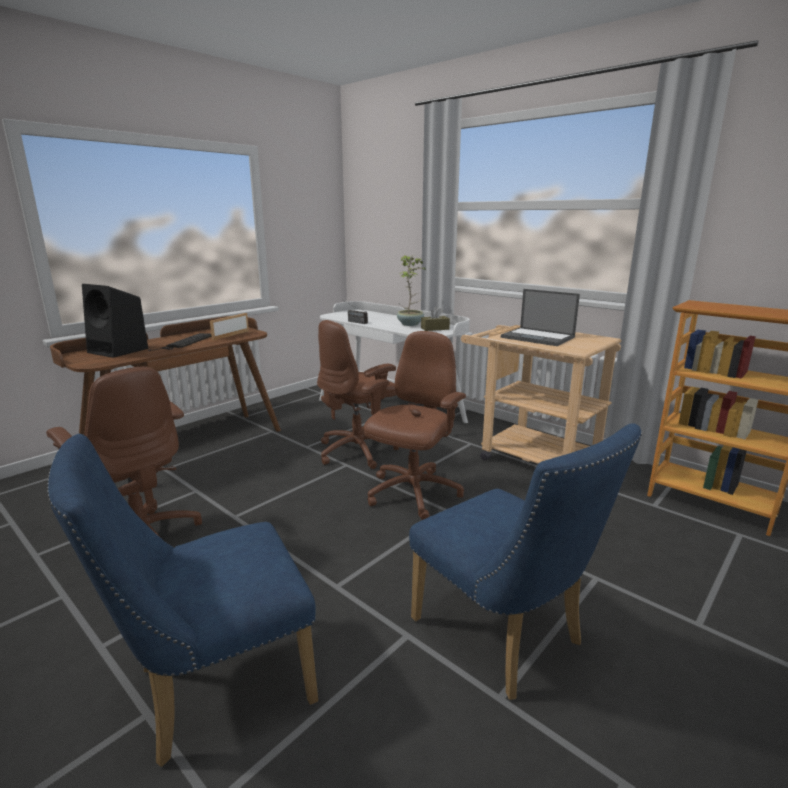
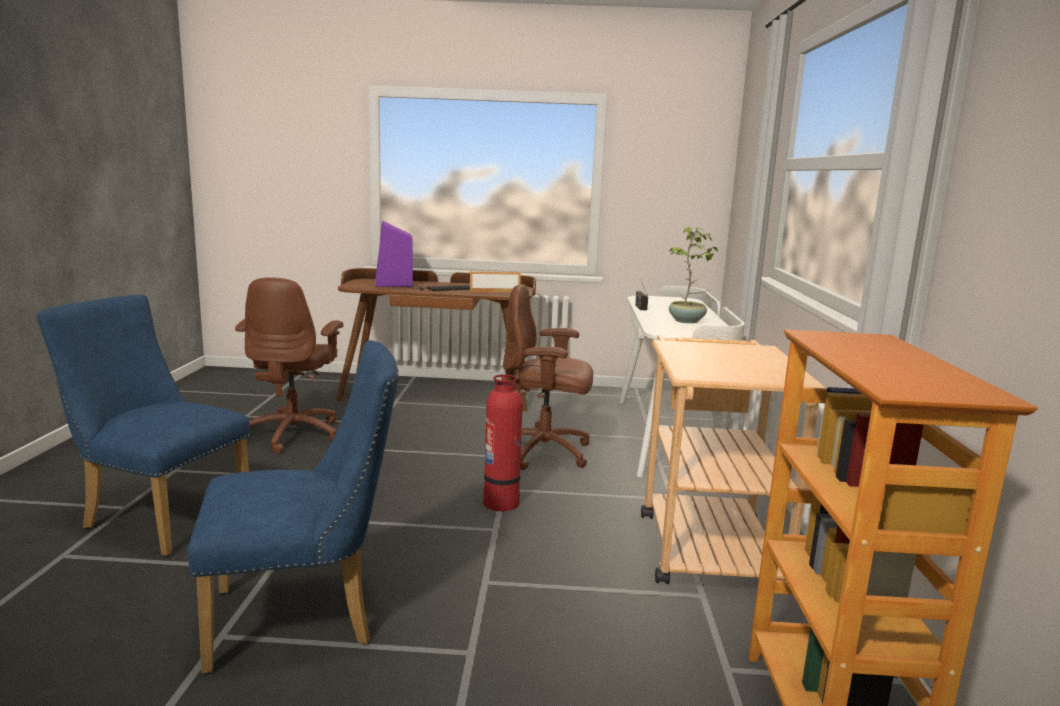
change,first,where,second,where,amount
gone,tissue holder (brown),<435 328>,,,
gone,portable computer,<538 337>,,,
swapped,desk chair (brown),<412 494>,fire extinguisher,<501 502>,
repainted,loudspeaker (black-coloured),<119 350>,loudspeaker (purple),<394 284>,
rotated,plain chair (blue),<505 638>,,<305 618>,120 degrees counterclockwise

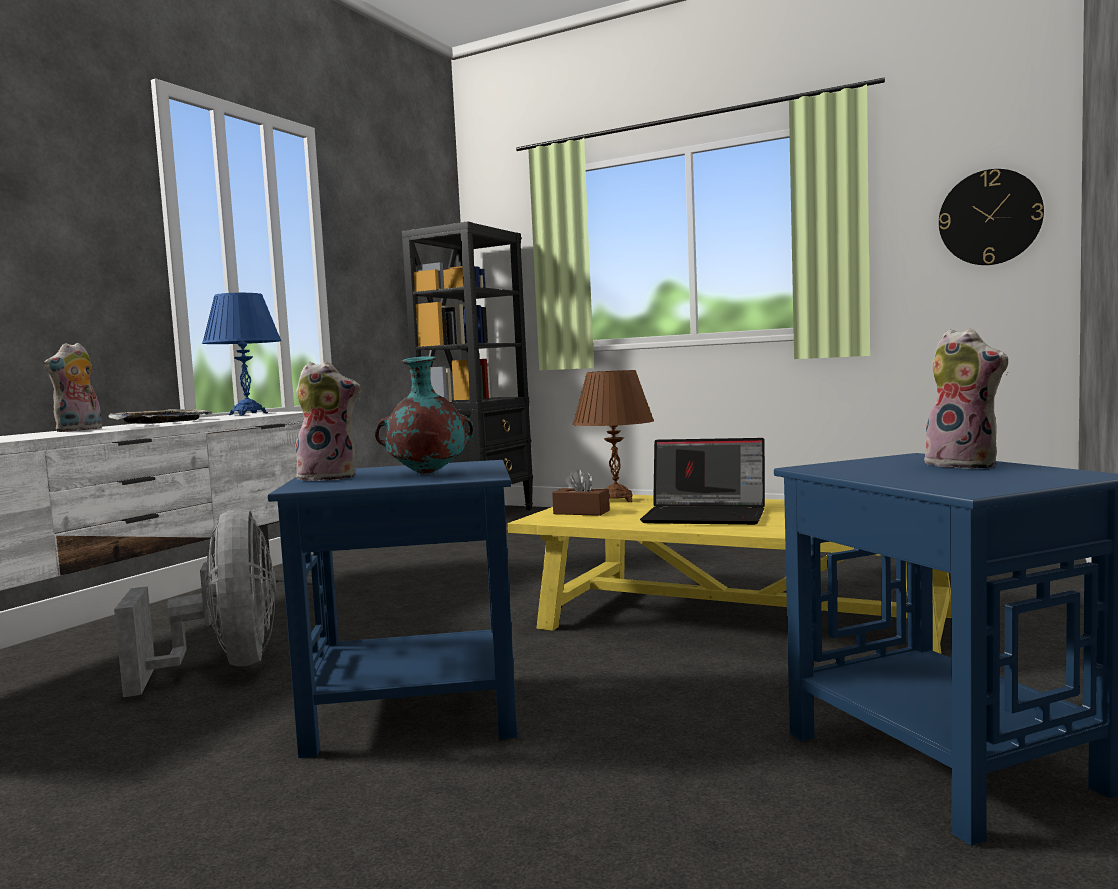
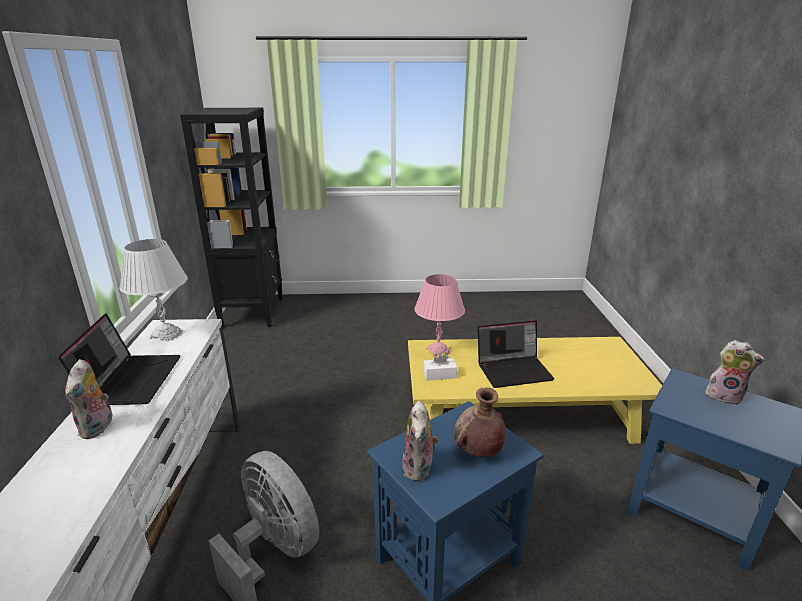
change,first,where,second,where,amount
gone,clock on the wall,<989 217>,,,
swapped,serving tray,<162 422>,portable computer,<131 379>,
repainted,table lamp (blue),<248 414>,table lamp (whitish),<166 334>,
repainted,decorative vase (blue-green),<426 474>,decorative vase (brown),<477 451>,
repainted,tissue holder (brown),<581 512>,tissue holder (whitish),<439 375>,
repainted,table lamp (brown),<616 500>,table lamp (pink),<438 351>,
rotated,soft toy,<330 477>,,<419 469>,120 degrees clockwise

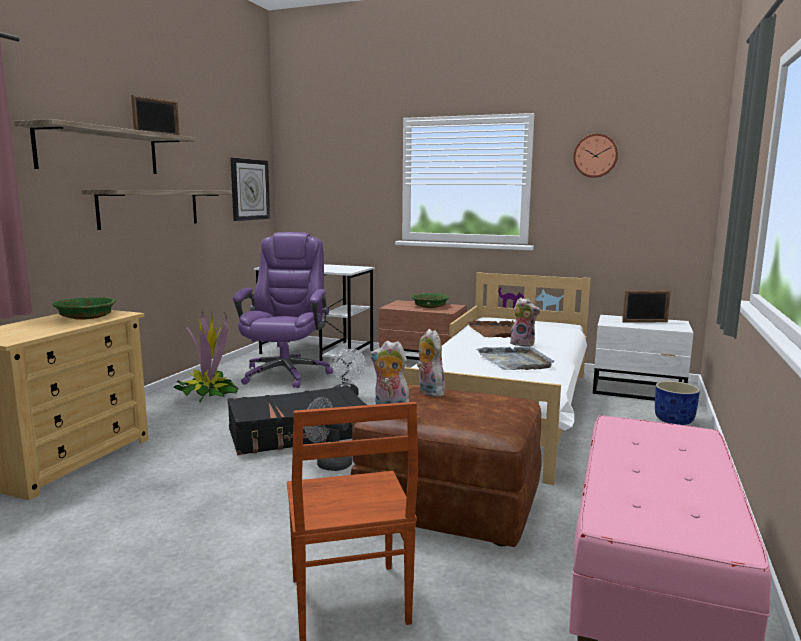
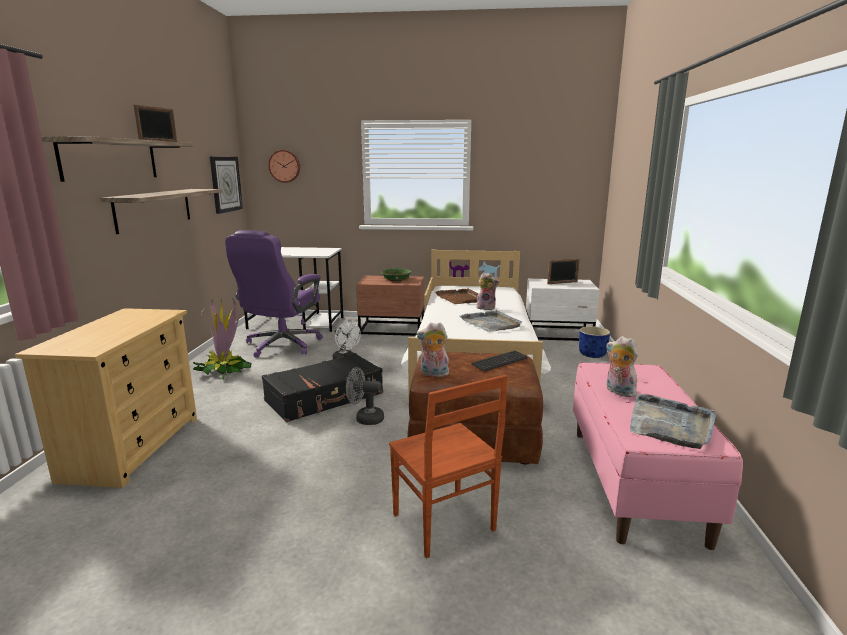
change,first,where,second,where,amount
gone,serving bowl (green-coloured),<86 317>,,,
new,,,PC keyboard,<499 362>,
new,,,serving tray (greyish),<670 424>,
shifted,soft toy,<428 392>,,<618 392>,
shifted,clock on the wall,<595 156>,,<285 166>,
rotated,desk chair (purple),<286 374>,,<282 345>,150 degrees counterclockwise

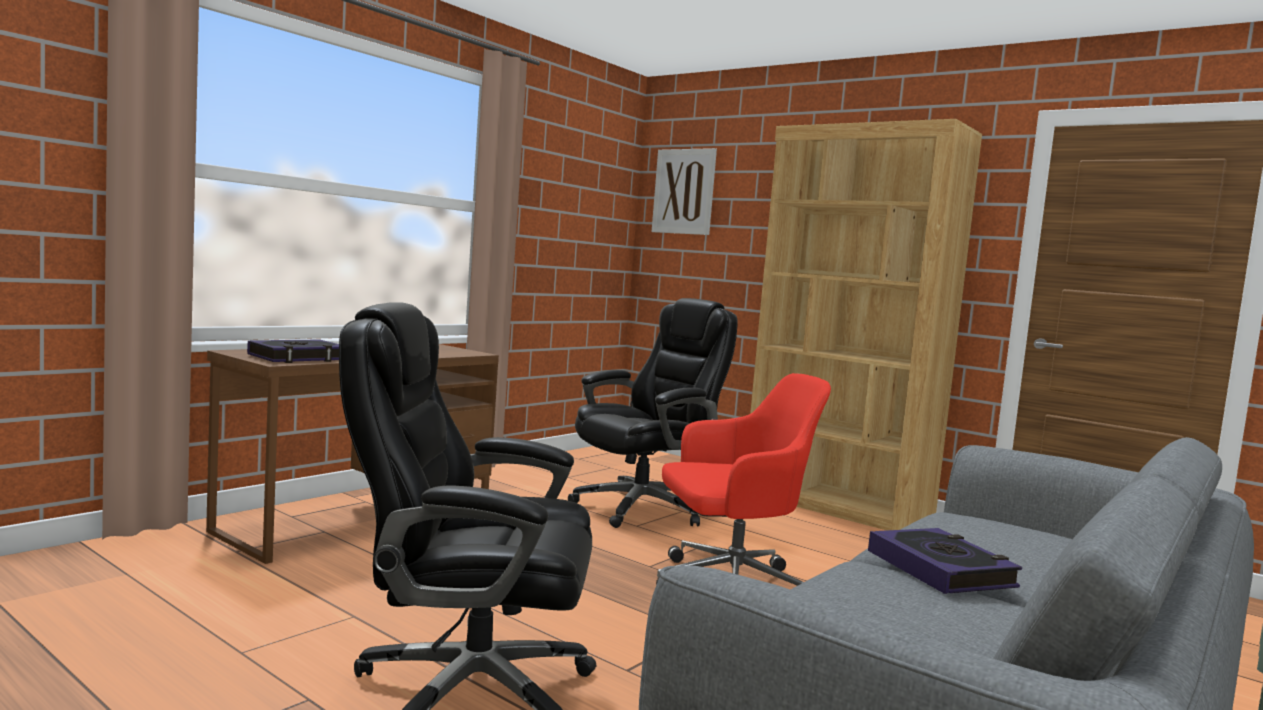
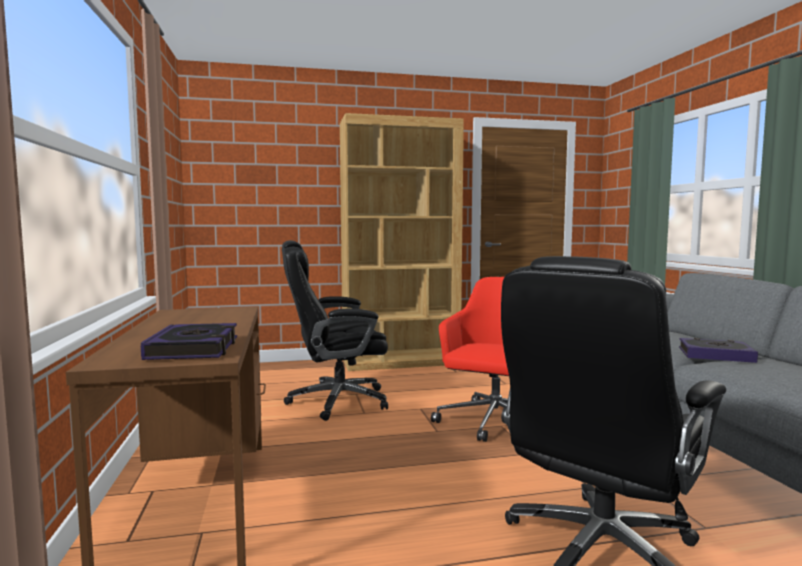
change,first,where,second,where,amount
gone,wall art,<684 191>,,,
rotated,desk chair (black-coloured),<643 508>,,<336 401>,105 degrees counterclockwise

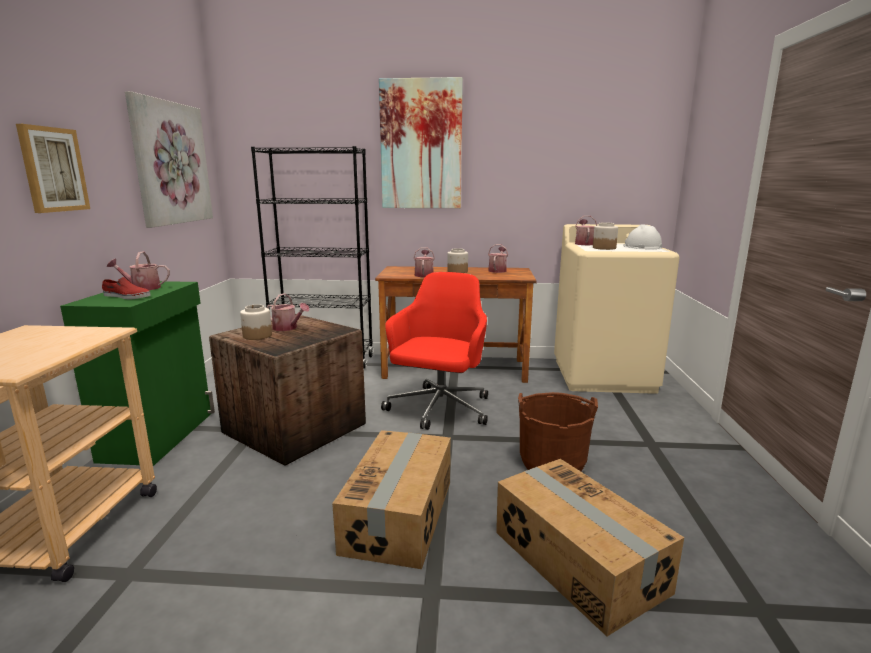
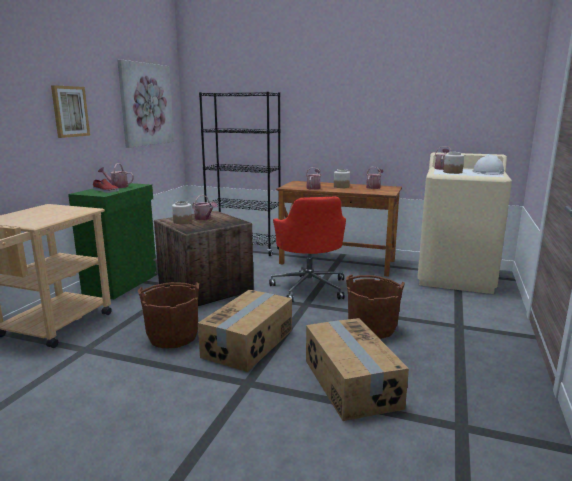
change,first,where,second,where,amount
gone,wall art,<421 145>,,,
new,,,pail (brown),<173 337>,
rotated,desk chair (red-coloured),<439 409>,,<309 287>,135 degrees clockwise

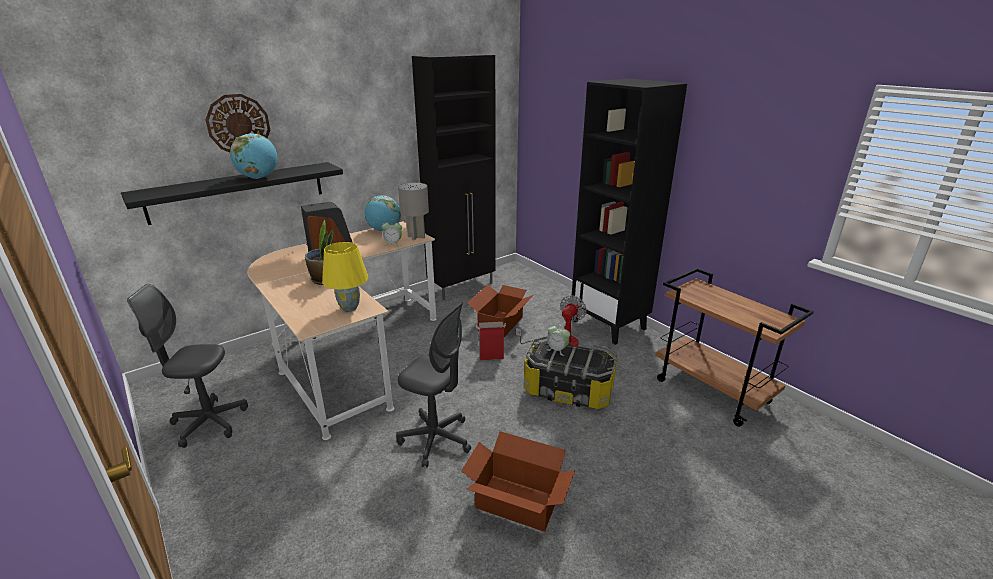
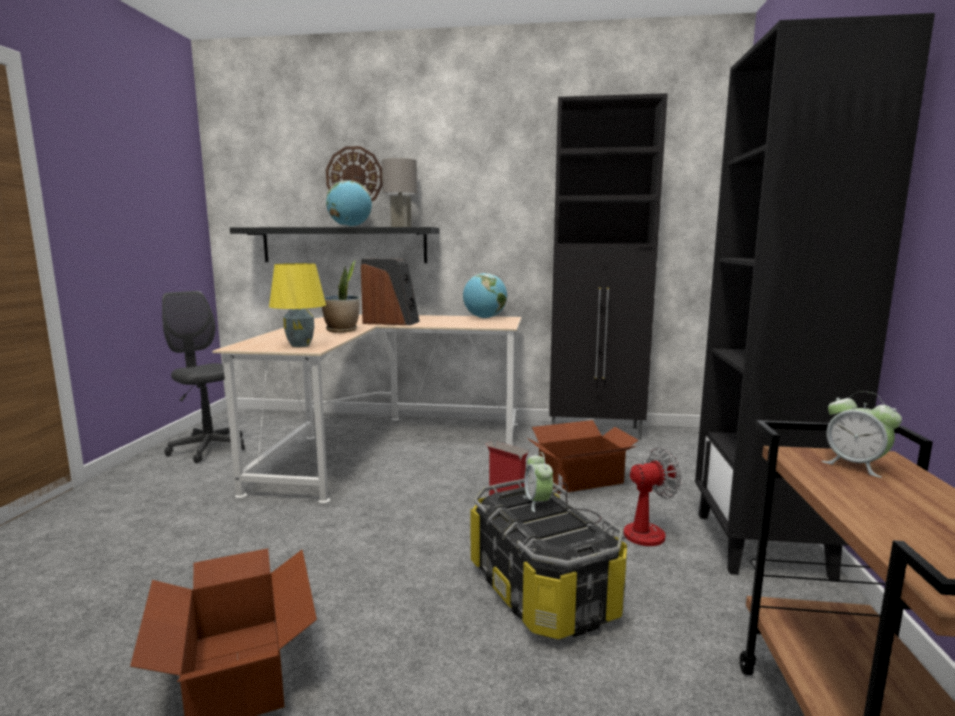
change,first,where,second,where,amount
gone,desk chair (greyish),<436 439>,,,
shifted,alarm clock,<393 244>,,<855 465>,
shifted,table lamp (greyish),<416 237>,,<401 227>,

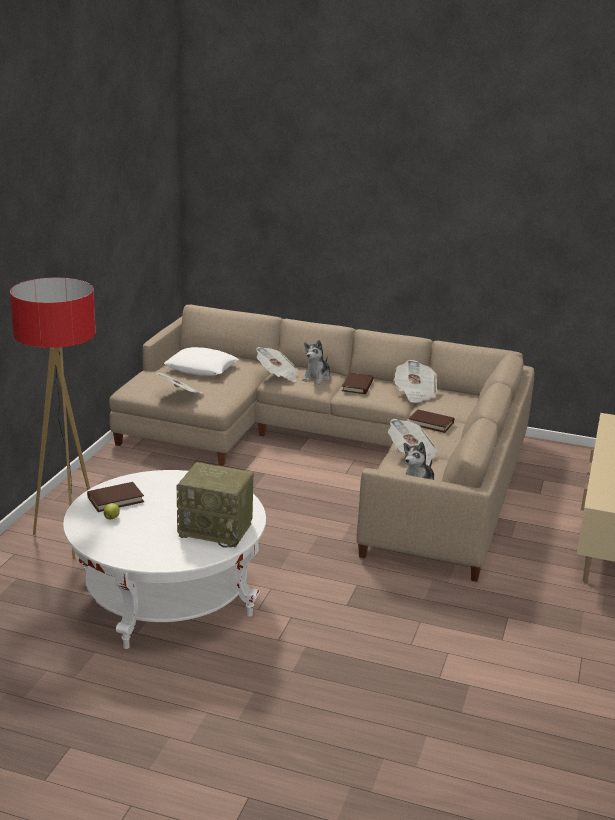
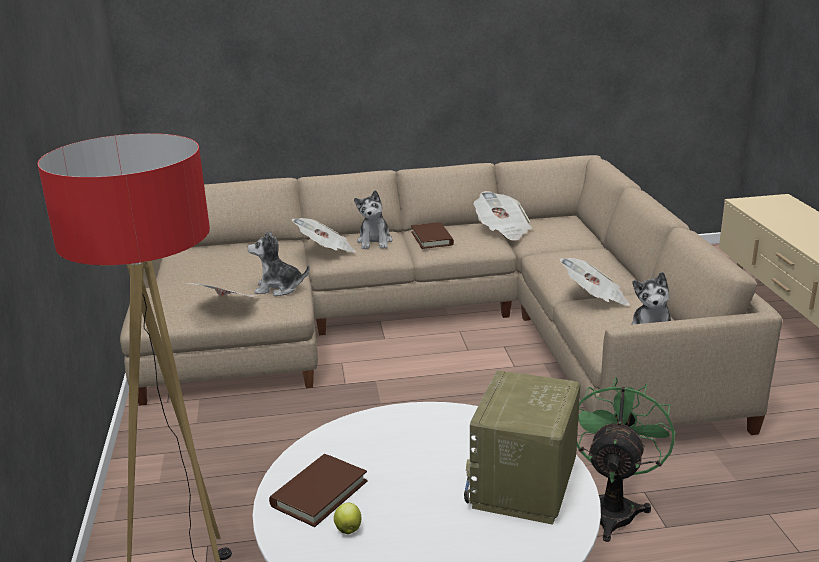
change,first,where,second,where,amount
gone,pillow (whitish),<201 368>,,,
gone,book (brown),<431 423>,,,
new,,,soft toy,<278 288>,
new,,,cooling fan (green-coloured),<614 507>,
rotated,radio,<217 529>,,<524 487>,120 degrees clockwise

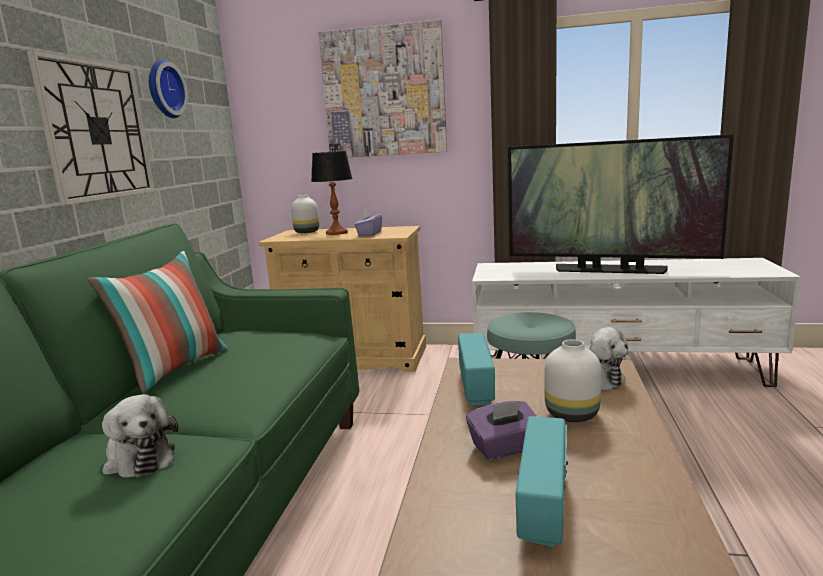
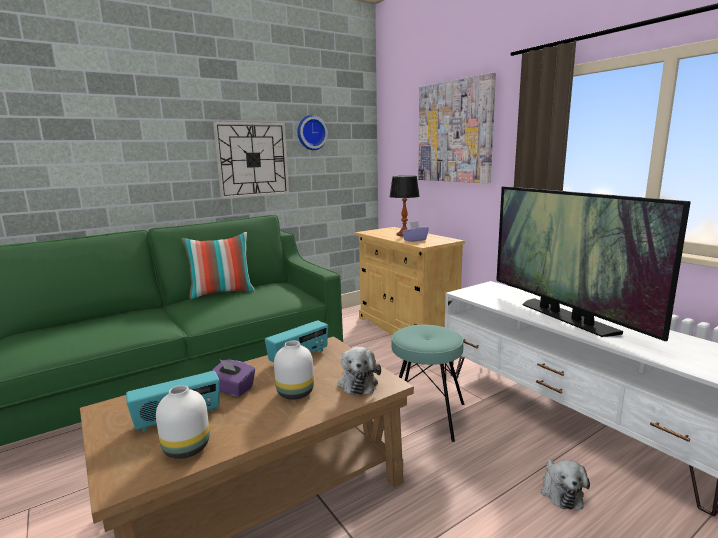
change,first,where,second,where,amount
shifted,soft toy,<139 458>,,<560 491>,
shifted,decorative vase (whitish),<307 232>,,<186 449>,

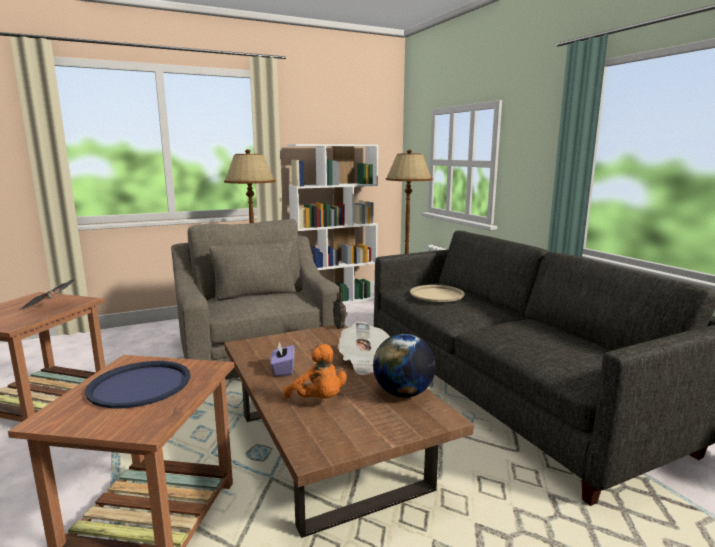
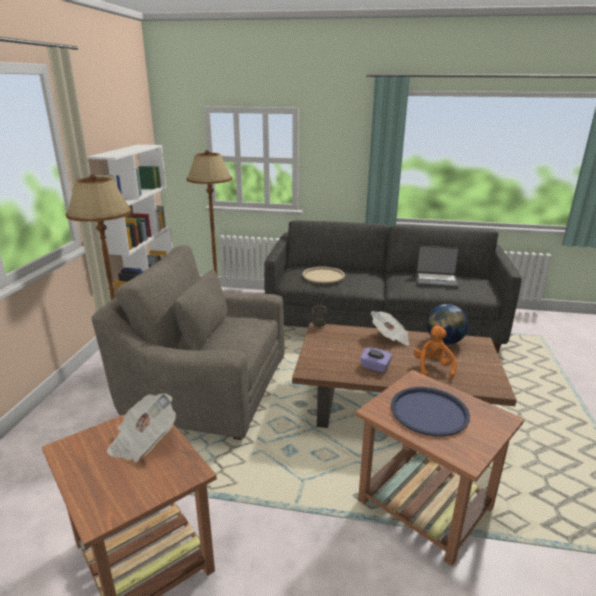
change,first,where,second,where,amount
new,,,portable computer,<436 280>,
rotated,soft toy (orange),<319 400>,,<433 368>,75 degrees counterclockwise

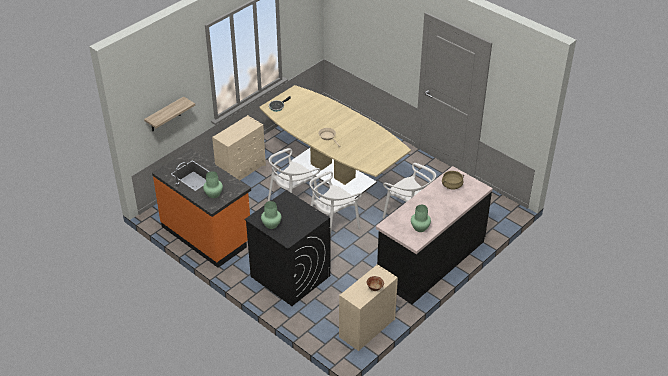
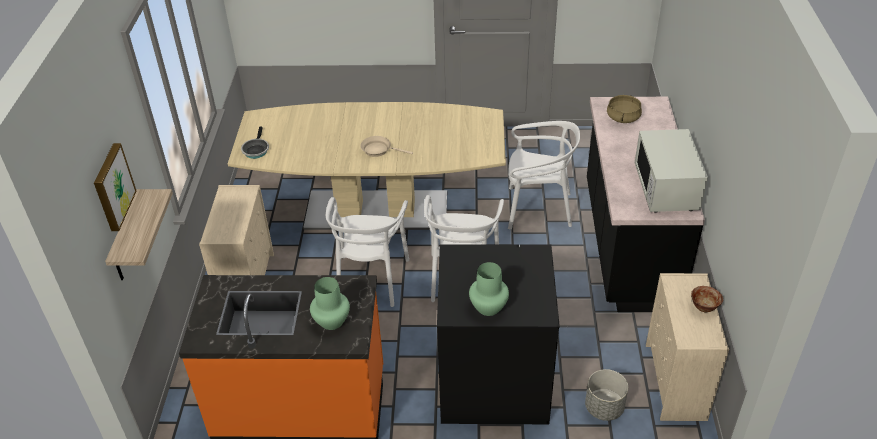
change,first,where,second,where,amount
new,,,wall art,<112 187>,
new,,,plant pot (greyish),<604 408>,
swapped,decorative vase (green-coloured),<420 228>,microwave oven (whitish),<666 189>,

